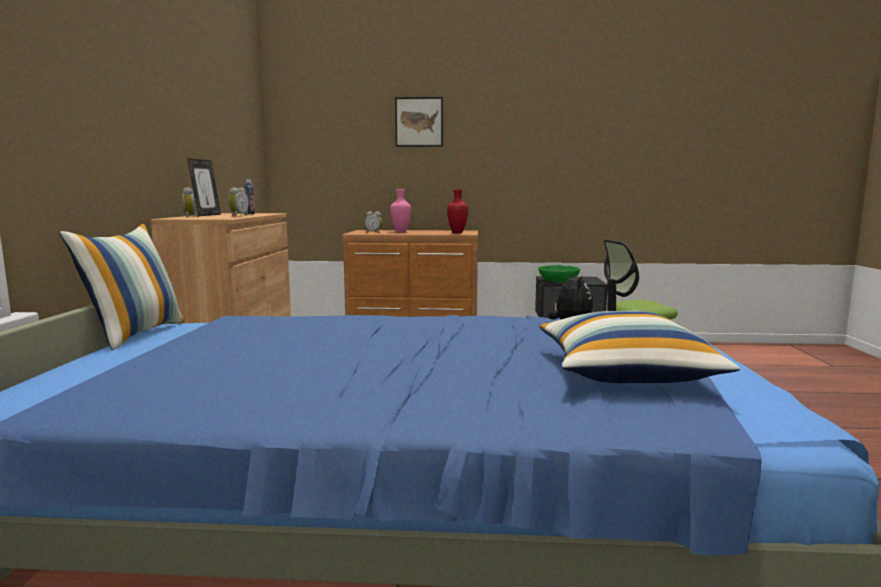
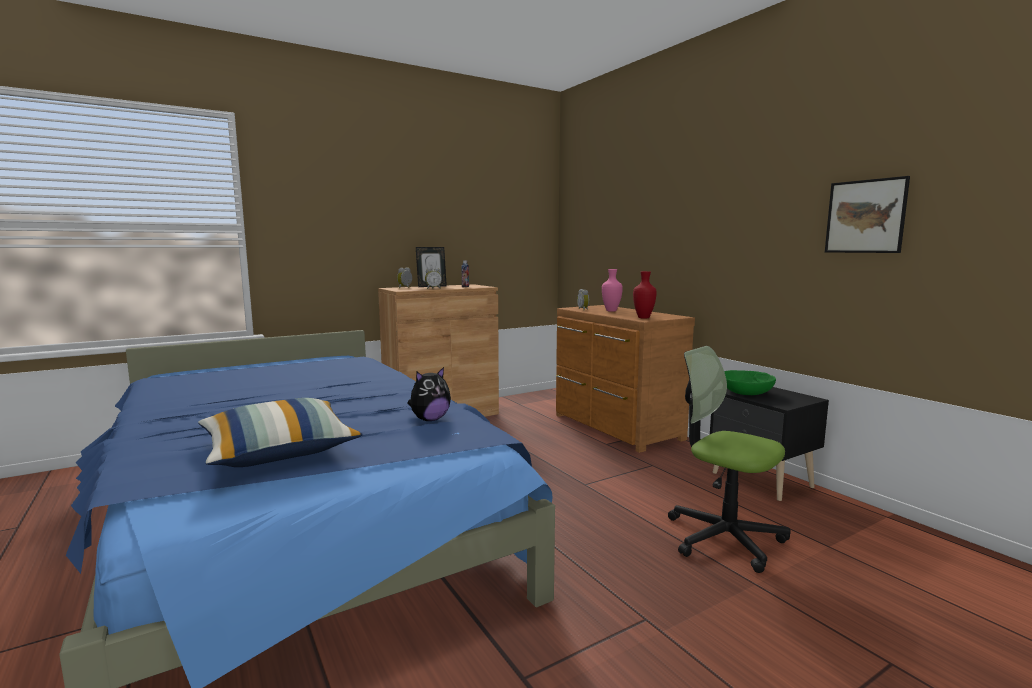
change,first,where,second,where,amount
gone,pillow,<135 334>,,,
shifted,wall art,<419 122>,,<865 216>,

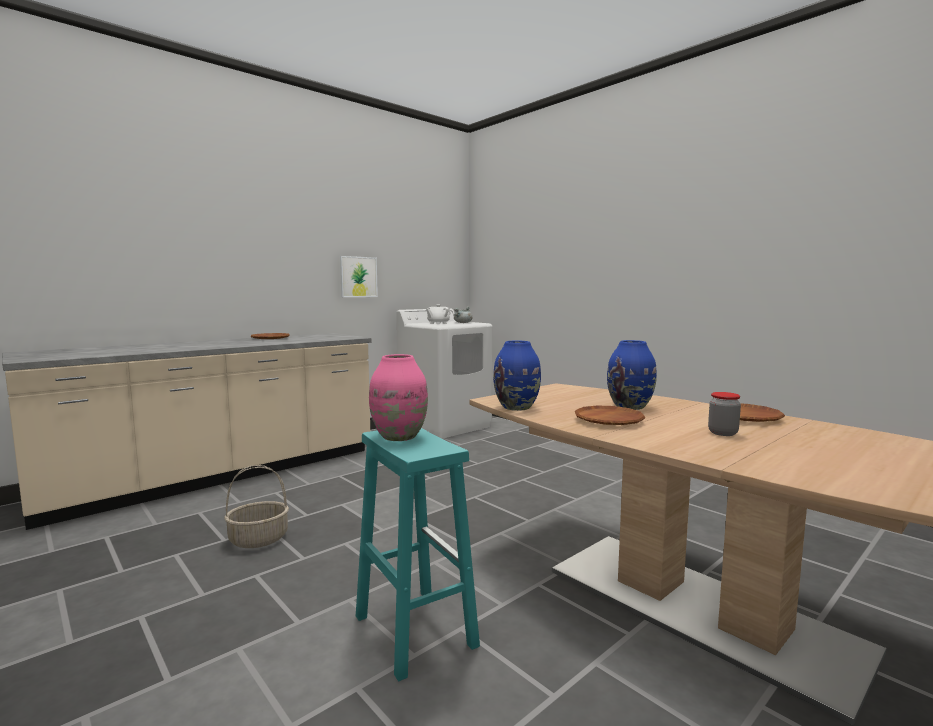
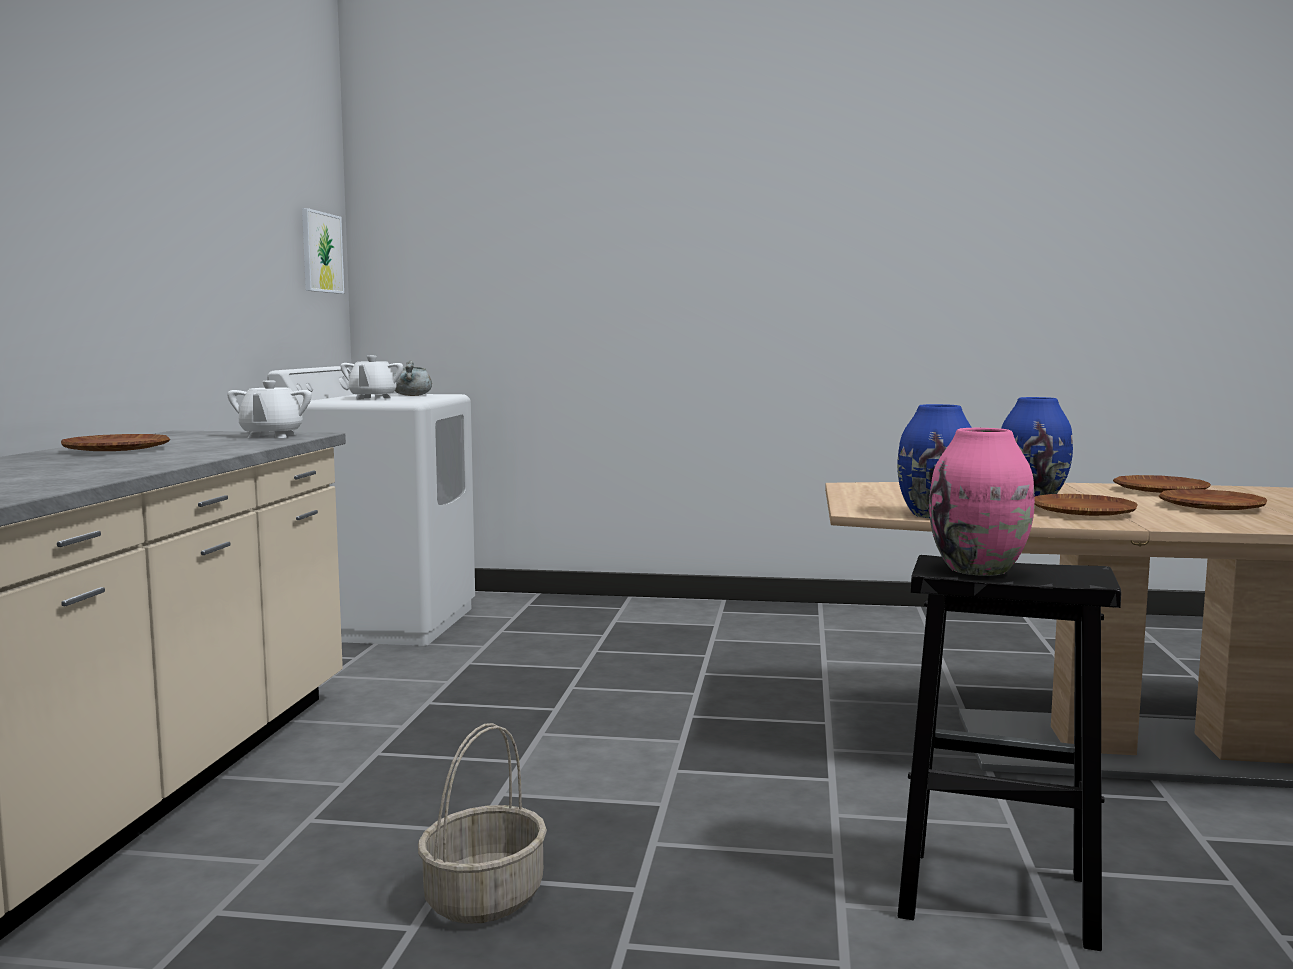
change,first,where,second,where,amount
new,,,pot for tea (whitish),<271 436>,
shifted,wall art,<358 277>,,<321 252>,
swapped,preserve jar,<722 433>,plate (brown),<1211 507>,
repainted,sitting stool (blue-green),<413 630>,sitting stool (black-coloured),<992 896>,

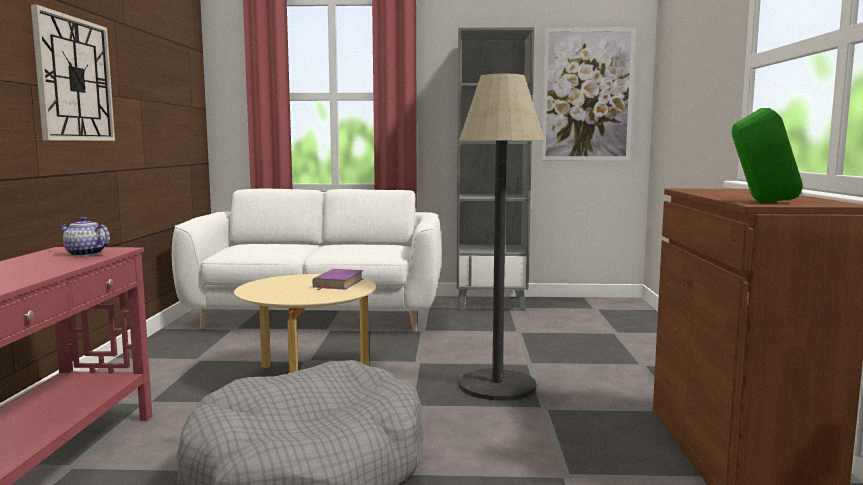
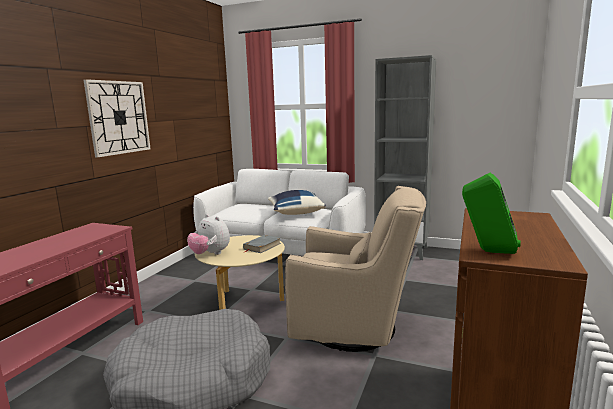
change,first,where,second,where,amount
gone,pot for tea,<84 254>,,,
gone,wall art,<587 94>,,,
new,,,soft toy,<210 254>,
new,,,pillow (blue),<296 213>,
swapped,standard lamp,<497 385>,armchair (beige),<356 328>,
repainted,book (purple),<338 283>,book (greyish),<262 246>,

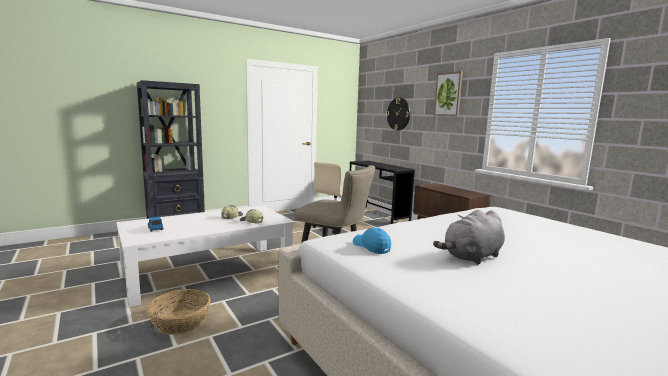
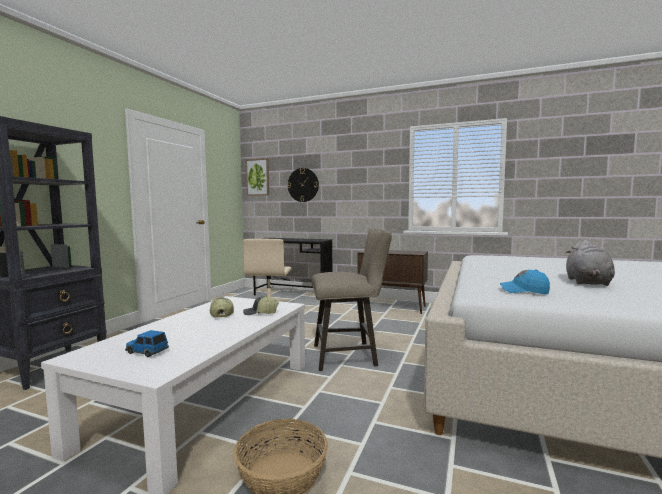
change,first,where,second,where,amount
shifted,wall art,<448 94>,,<257 177>,

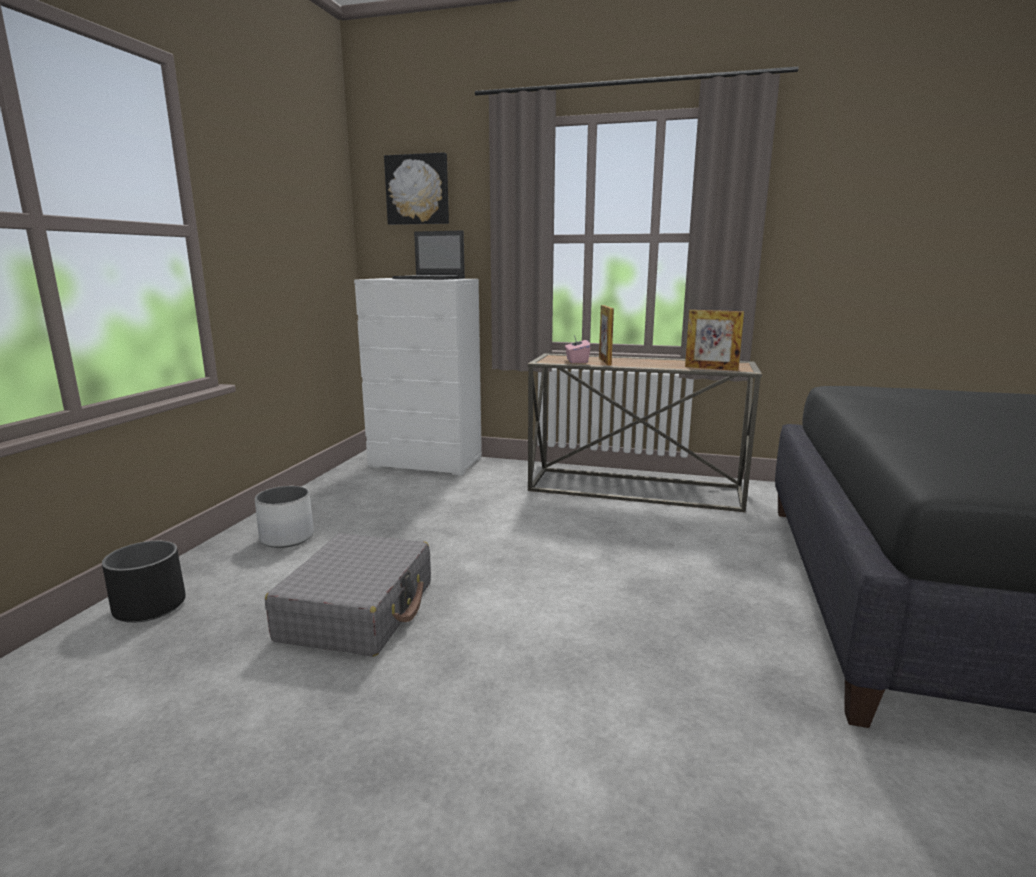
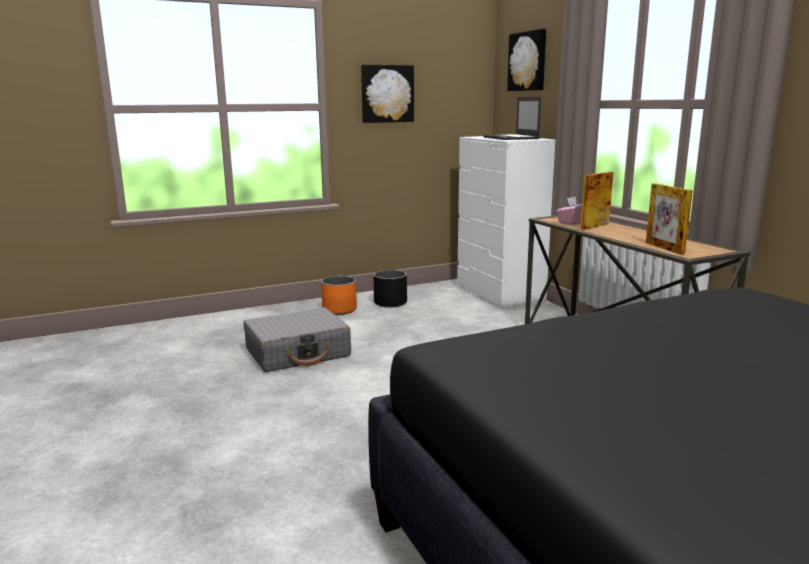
change,first,where,second,where,amount
new,,,wall art,<387 94>,
shifted,plant pot (black-coloured),<150 606>,,<390 303>,
repainted,plant pot (whitish),<287 538>,plant pot (orange),<339 310>,

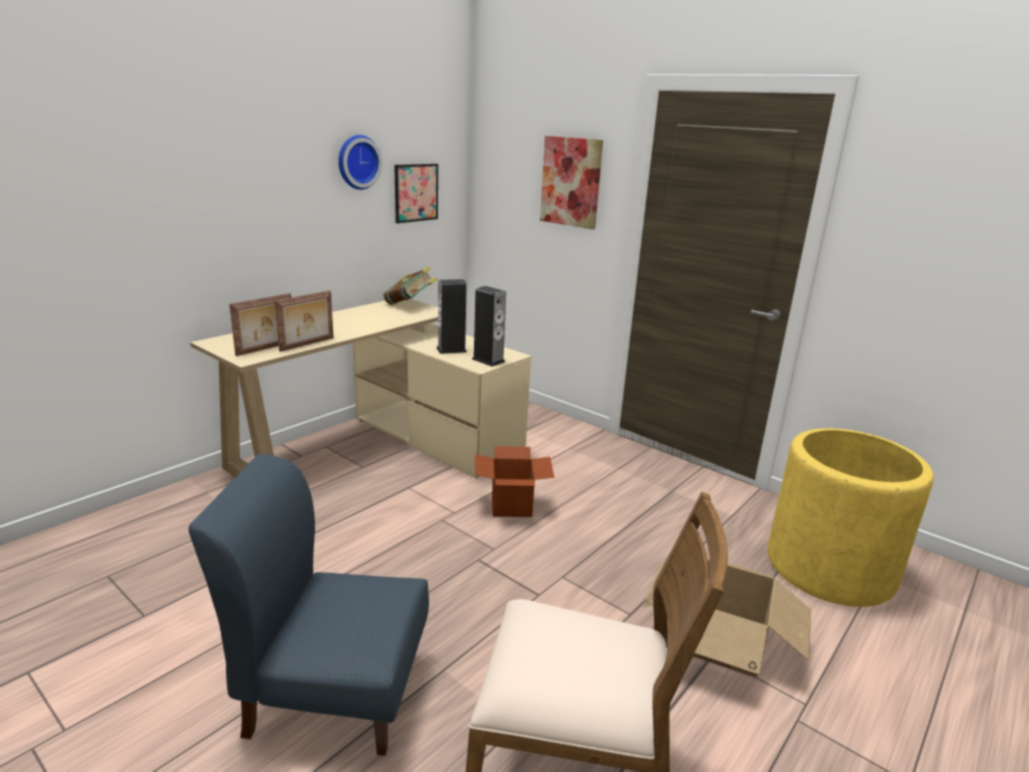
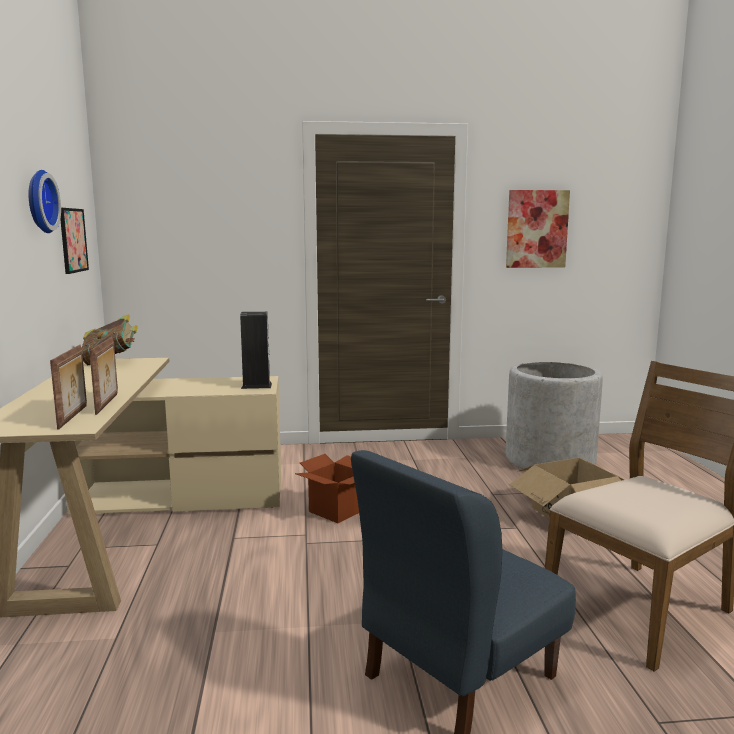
change,first,where,second,where,amount
gone,loudspeaker,<451 350>,,,
shifted,wall art,<571 182>,,<536 229>,
repainted,plant pot (yellow),<830 568>,plant pot (greyish),<550 460>,

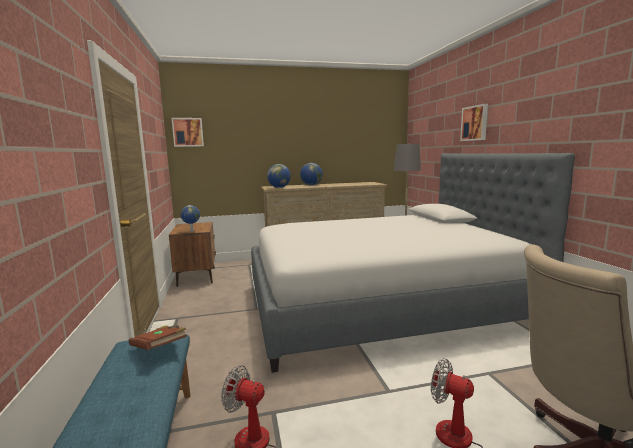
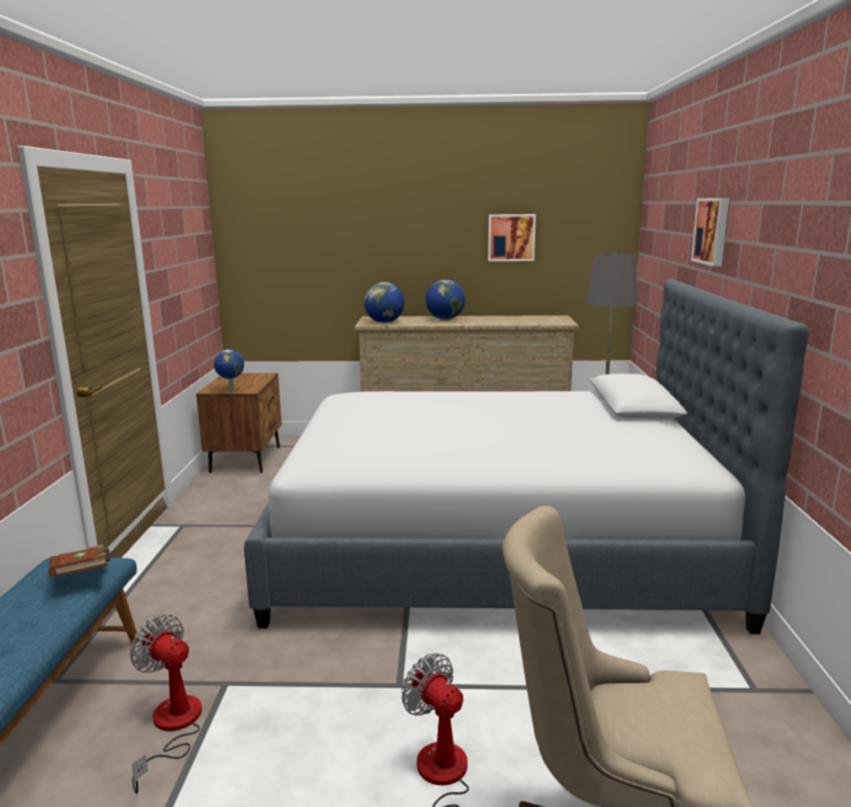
change,first,where,second,where,amount
shifted,wall art,<188 132>,,<511 237>,

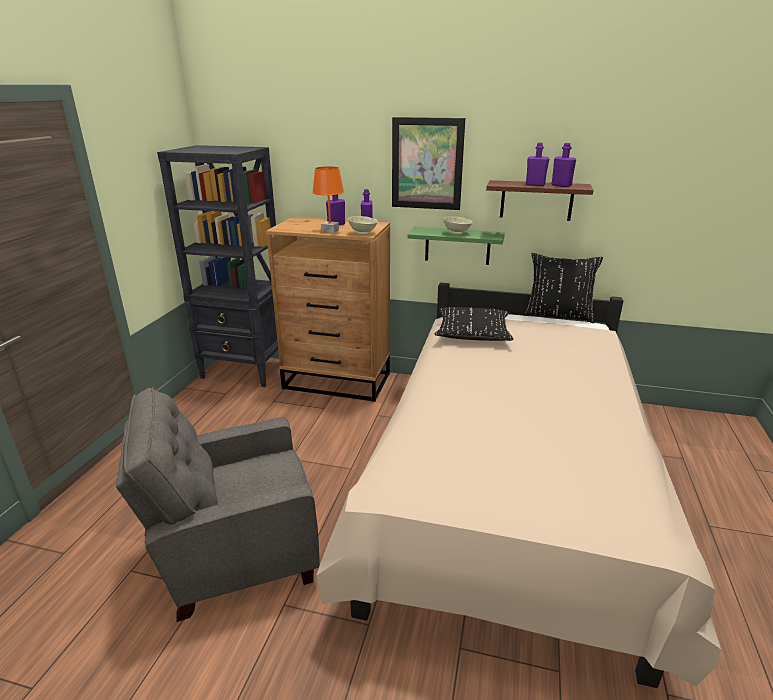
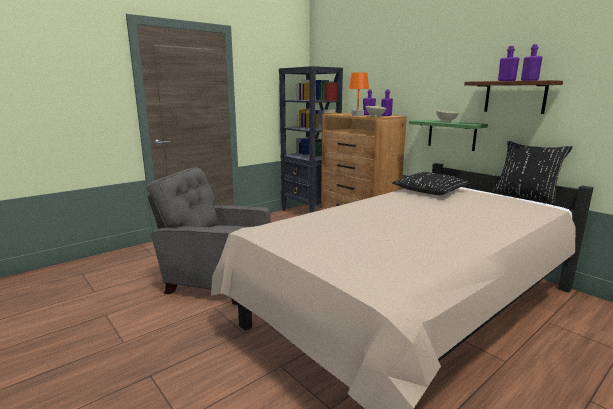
change,first,where,second,where,amount
gone,wall art,<427 164>,,,

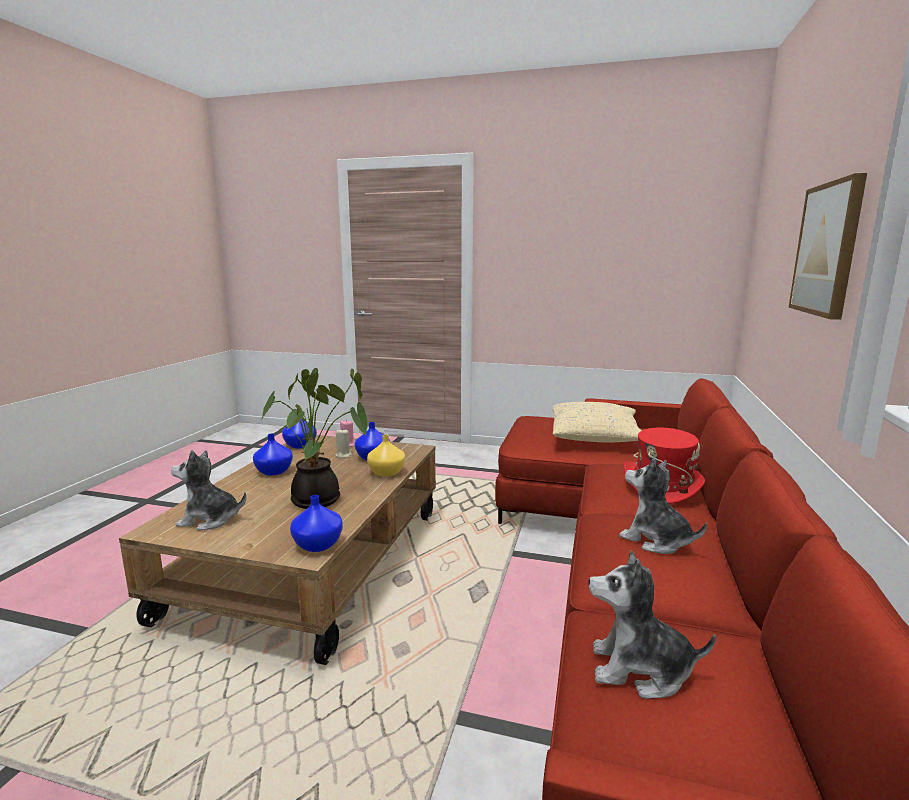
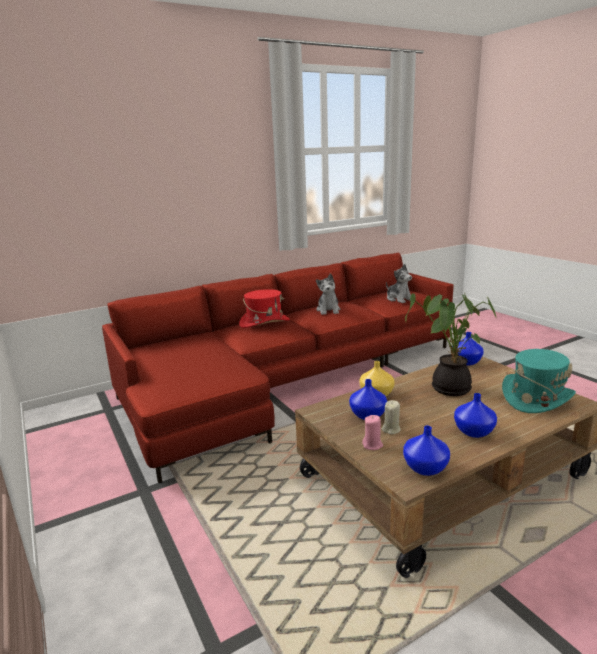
change,first,where,second,where,amount
gone,pillow (beige),<595 437>,,,
gone,wall art,<827 249>,,,
swapped,soft toy,<210 520>,hat (blue-green),<536 398>,

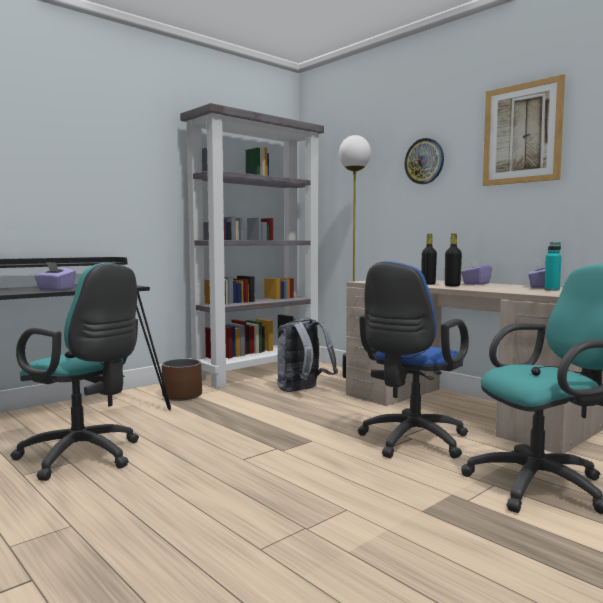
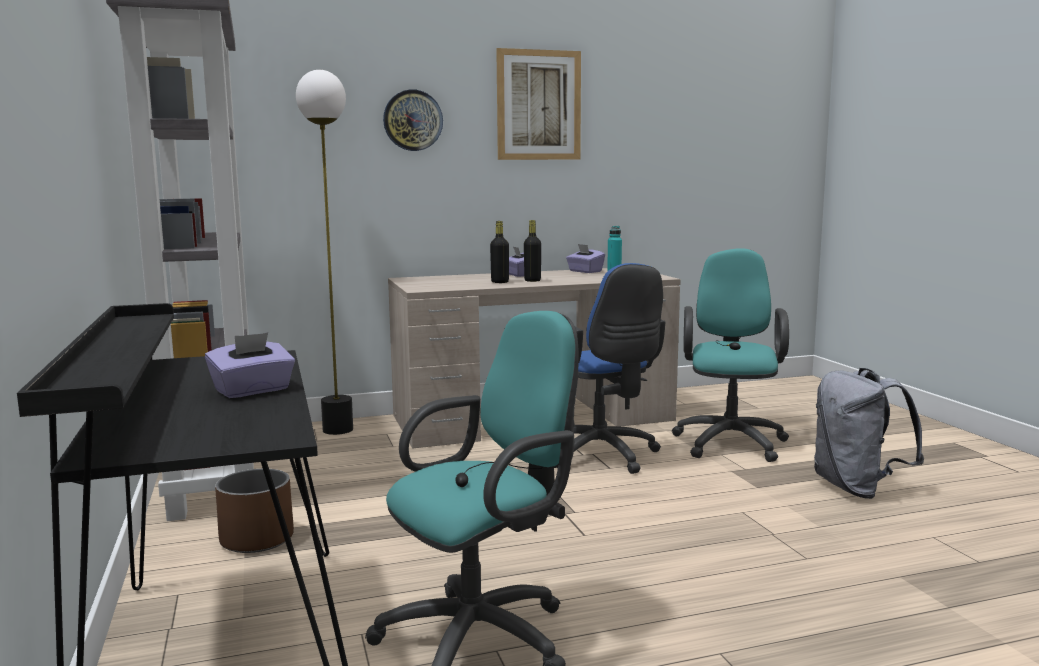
change,first,where,second,where,amount
shifted,backpack (greyish),<303 391>,,<857 488>,

